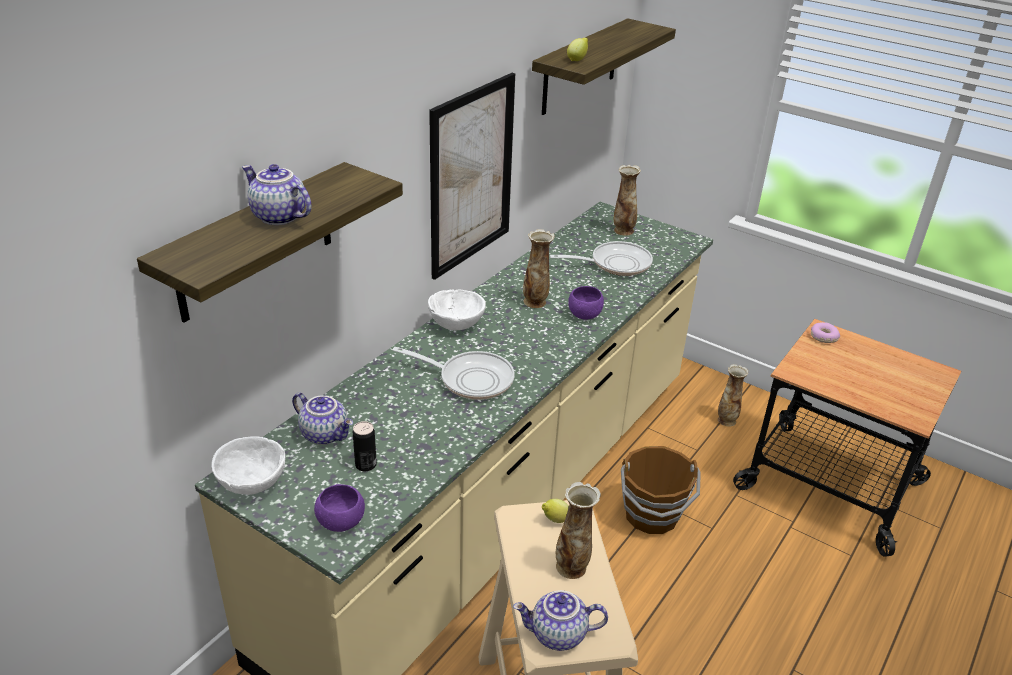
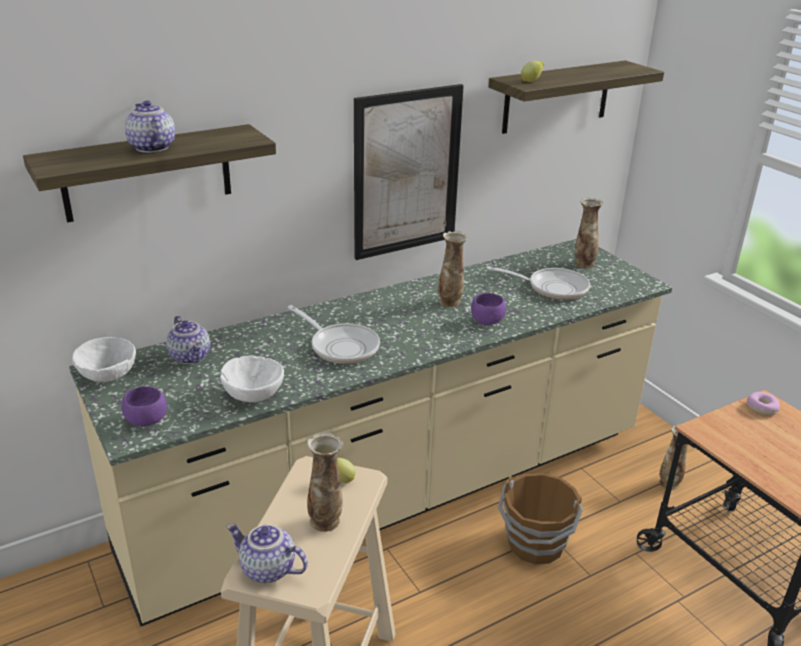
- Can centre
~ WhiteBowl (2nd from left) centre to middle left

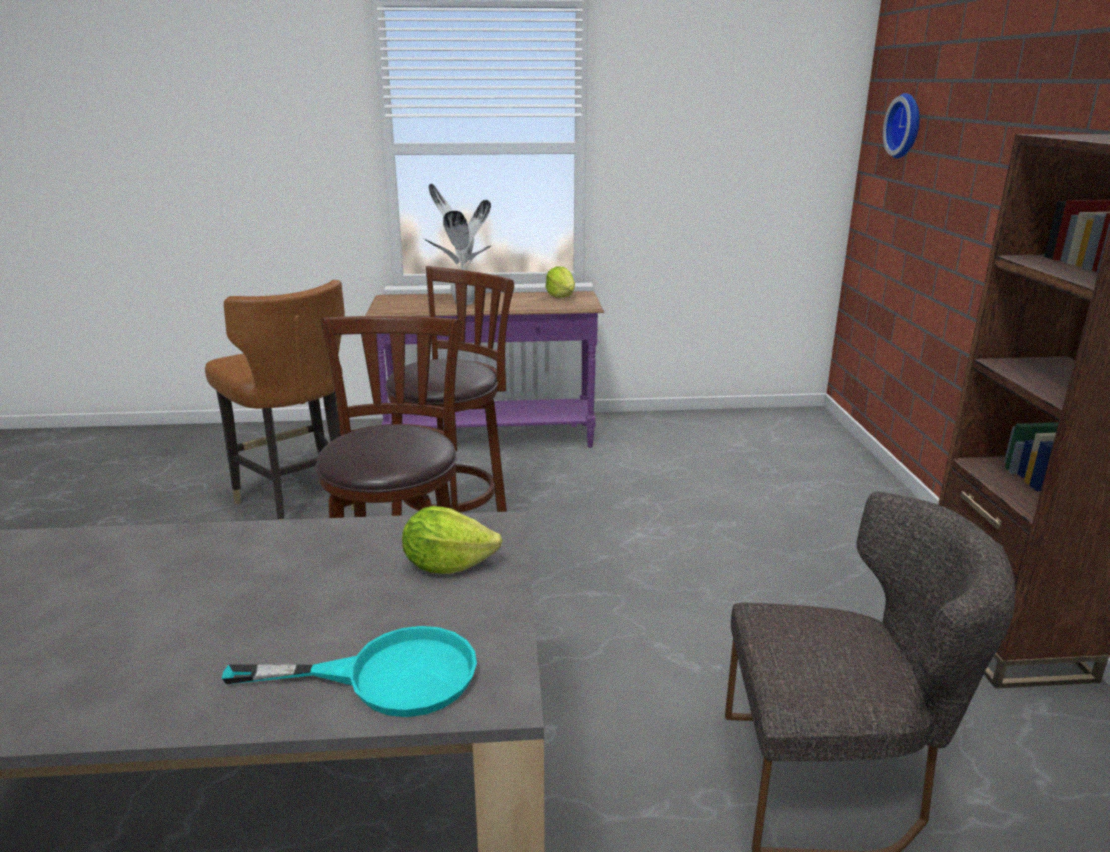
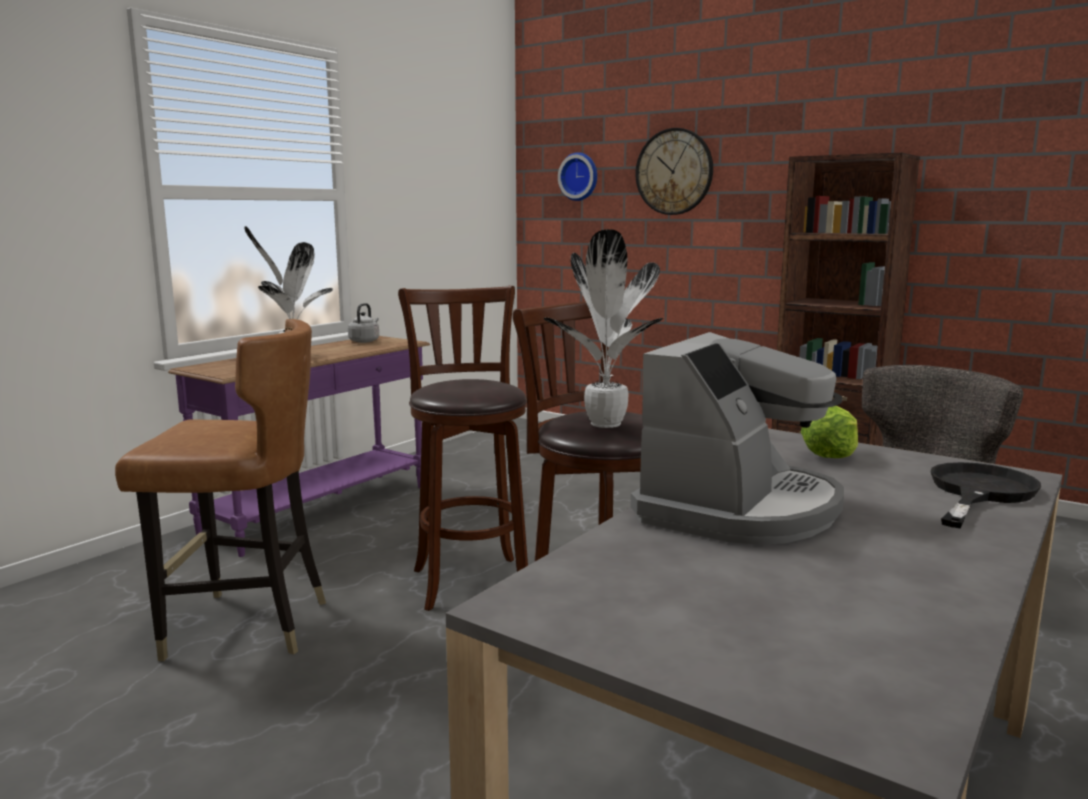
~ TurquoiseFryingPan bottom left to BlackFryingPan middle right
~ Lettuce (2nd from left) top centre to GreyKettle centre
+ PottedPlant (2nd from left) centre
+ CoffeeMachine middle right
+ WallClock (2nd from left) top centre

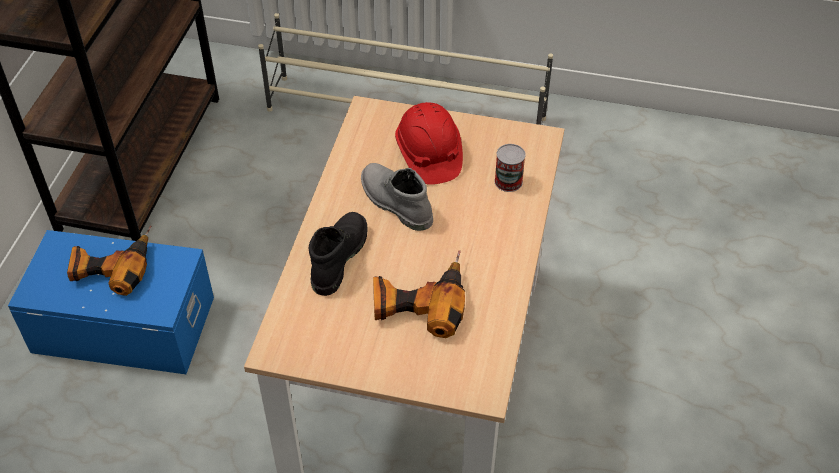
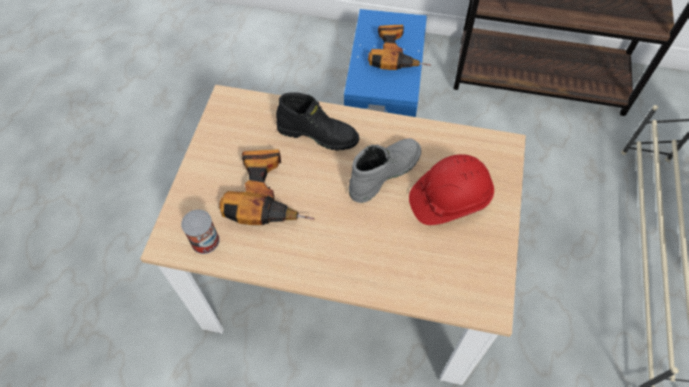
~ Can centre to middle left

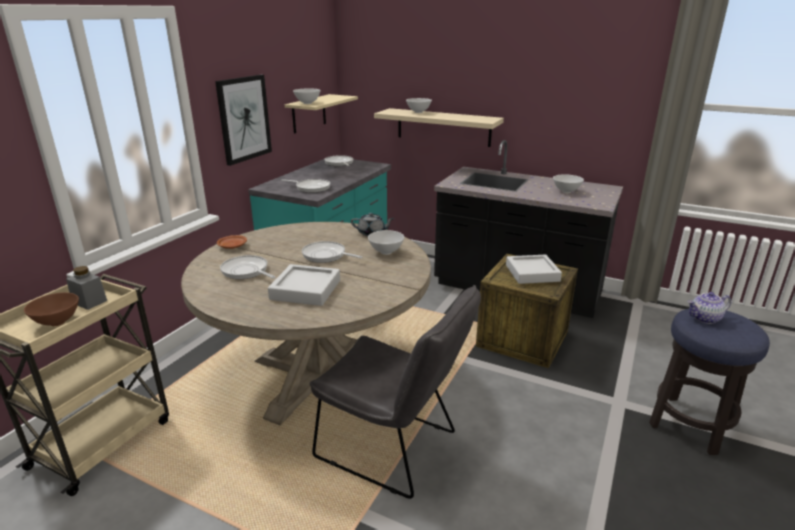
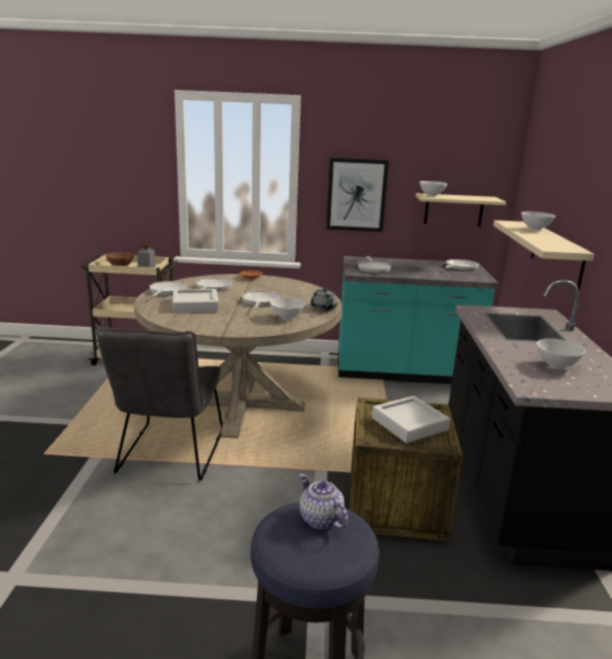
+ FryingPan (1st from left) middle left

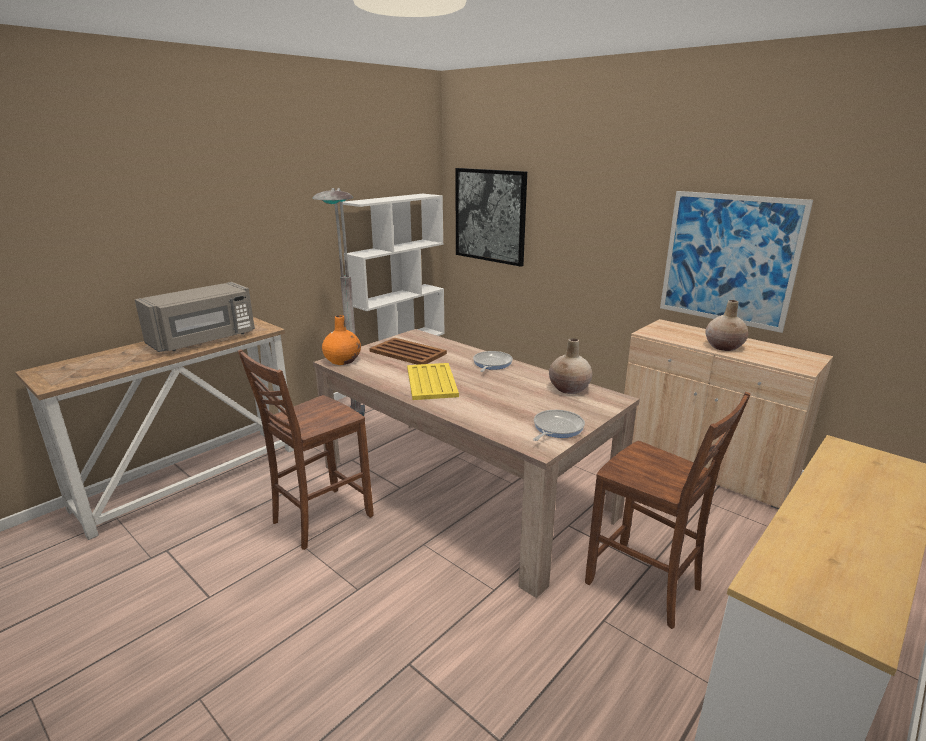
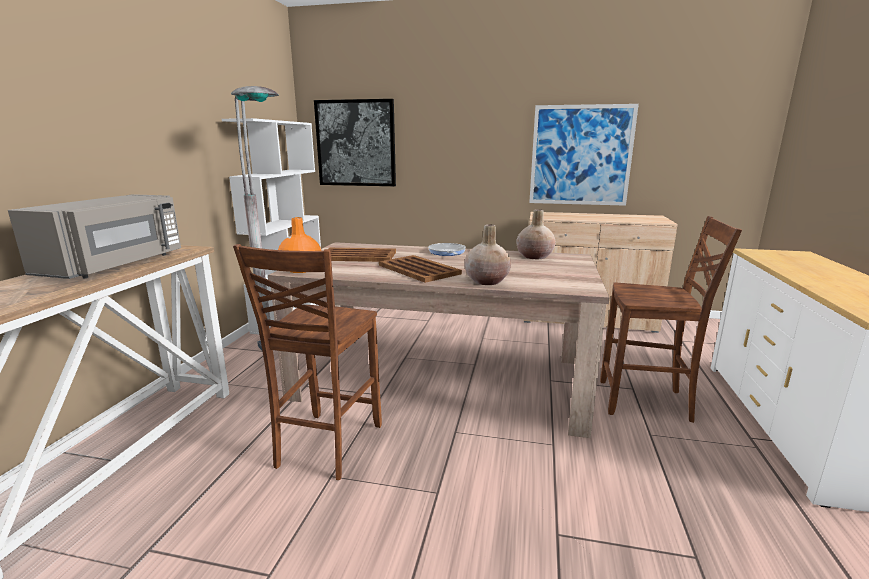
~ YellowTray centre to BrownTray (2nd from left) centre
- FryingPan (2nd from left) centre
~ BeigeVase (2nd from left in the first image) middle right to BeigeVase (1st from left) centre

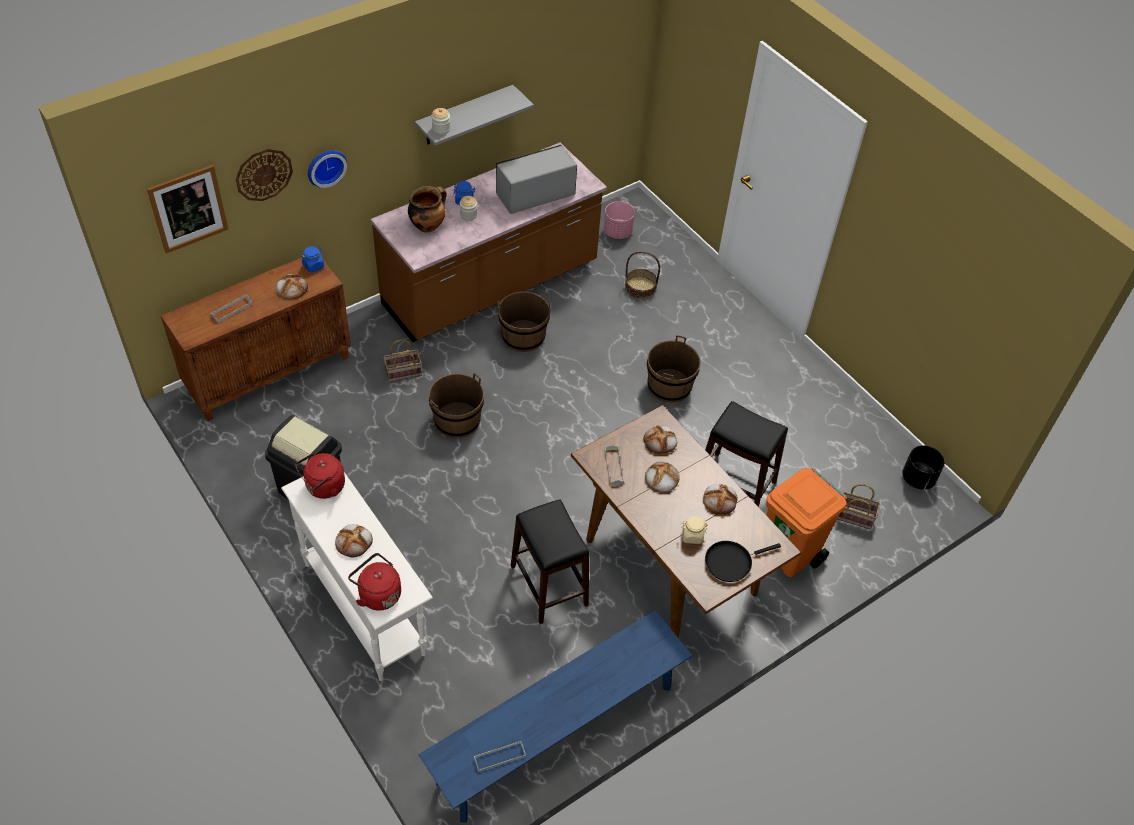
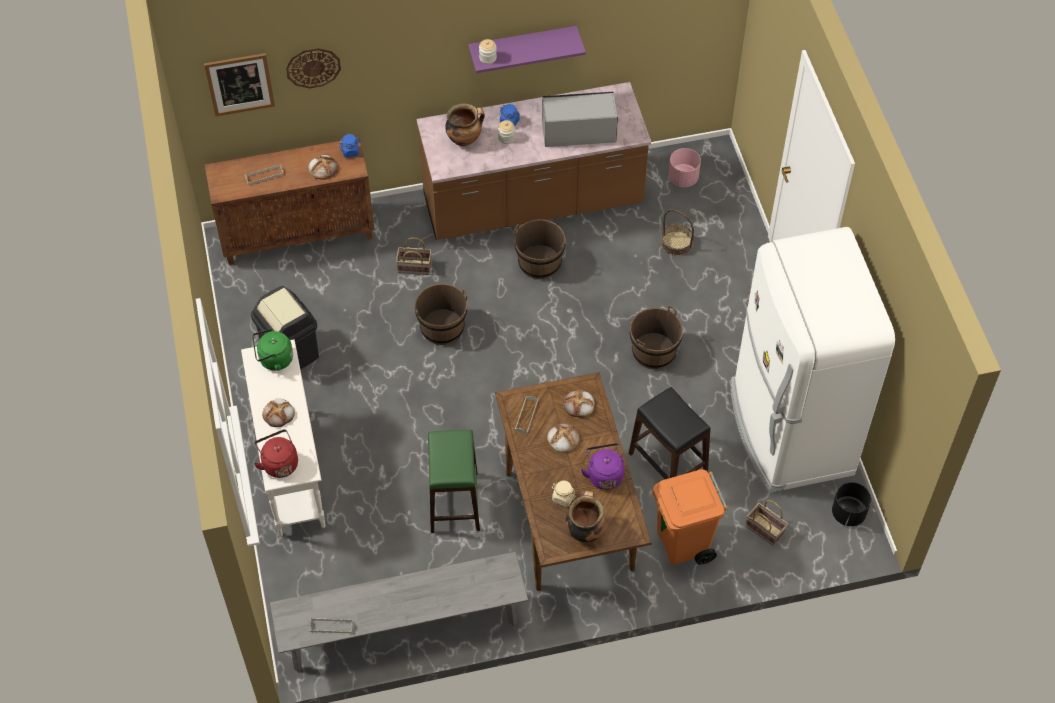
~ RedKettle (1st from left) middle left to GreenKettle middle left
- WallClock (2nd from left) top left
~ GreyShelf top centre to PurpleShelf top centre
~ BlueBench bottom centre to GreyBench bottom centre
~ BlackStool (1st from left) bottom centre to GreenStool bottom centre
~ Bread (5th from left) centre to PurpleKettle centre
~ BlackFryingPan bottom centre to CookingPot (2nd from left) bottom centre
+ WhiteFridge middle right

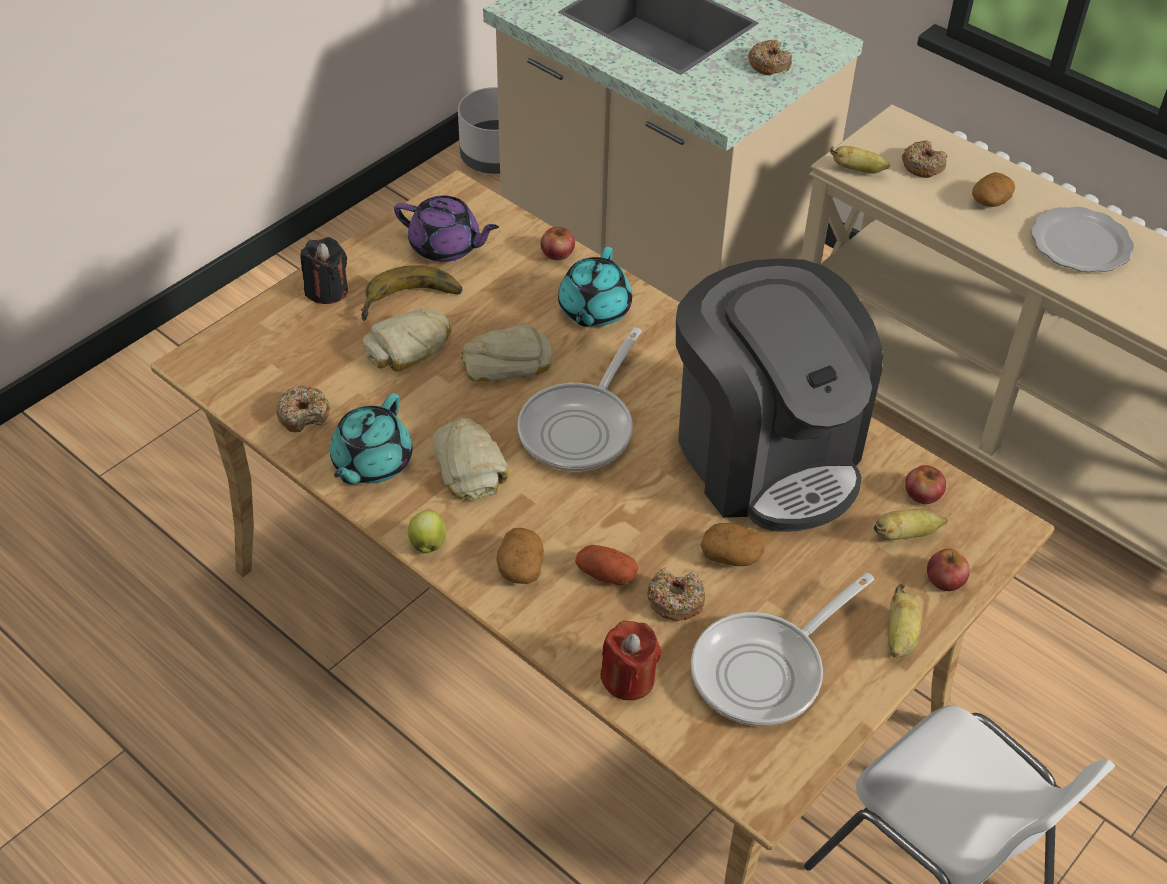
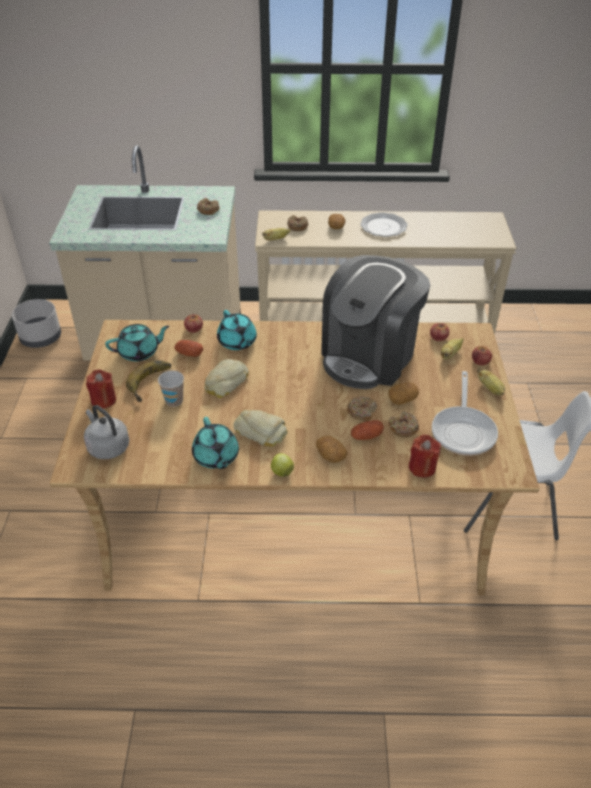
~ Donut (1st from left in the first image) middle left to Donut (3rd from left) centre
~ BlackCandle top left to RedCandle (1st from left) middle left
~ Bread (1st from left) centre to Cup middle left
~ PurpleTeapot top centre to TurquoiseTeapot (1st from left) middle left
- FryingPan (1st from left) centre
~ CoffeeMachine middle right = centre 105 degrees clockwise
+ GreyKettle middle left
+ Potato (1st from left) middle left

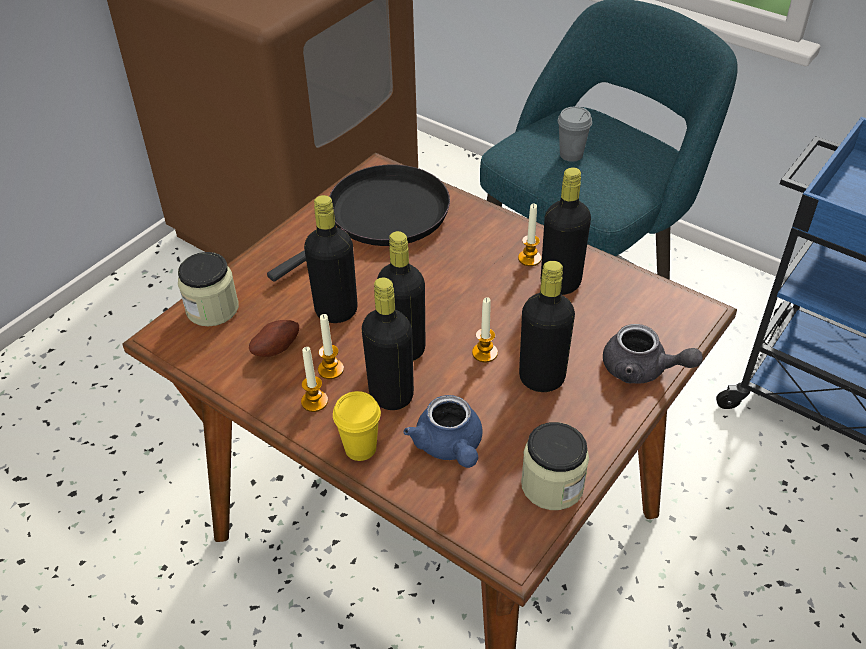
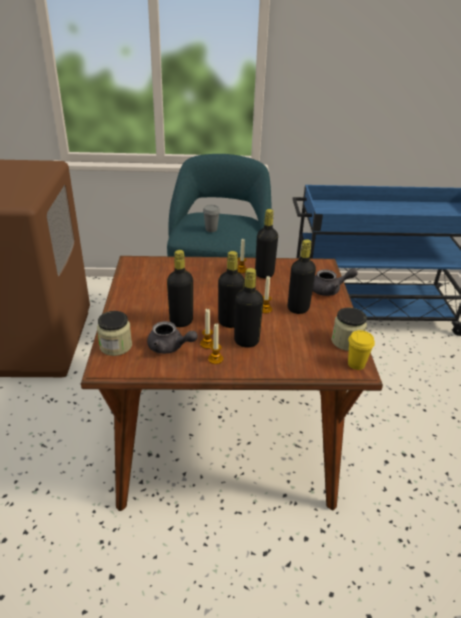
~ Potato middle left to GreyTeapot (1st from left) centre
- BlackFryingPan centre
~ YellowCup centre to middle right
- BlueTeapot centre

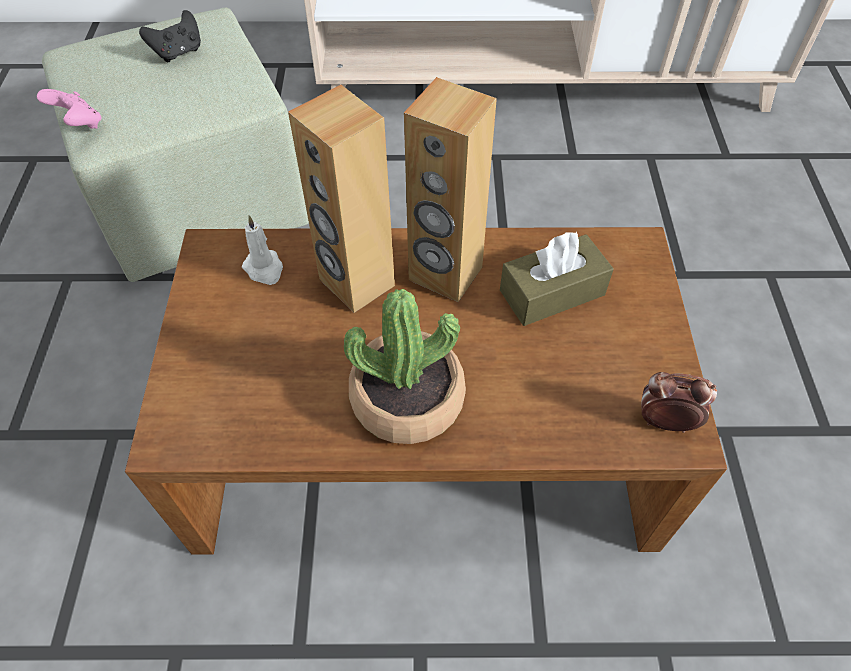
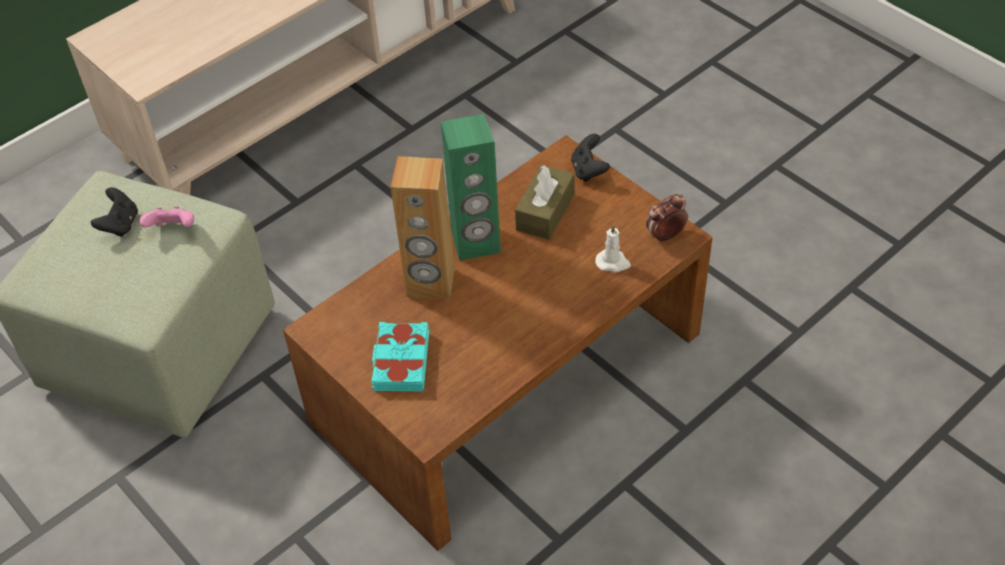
~ PinkGameController top left to middle left
~ WhiteCandle middle left to centre
- PottedPlant centre
~ BrownSpeaker (2nd from left) top centre to GreenSpeaker top centre
+ TurquoiseBook centre
+ BlackGameController (2nd from left) top centre

